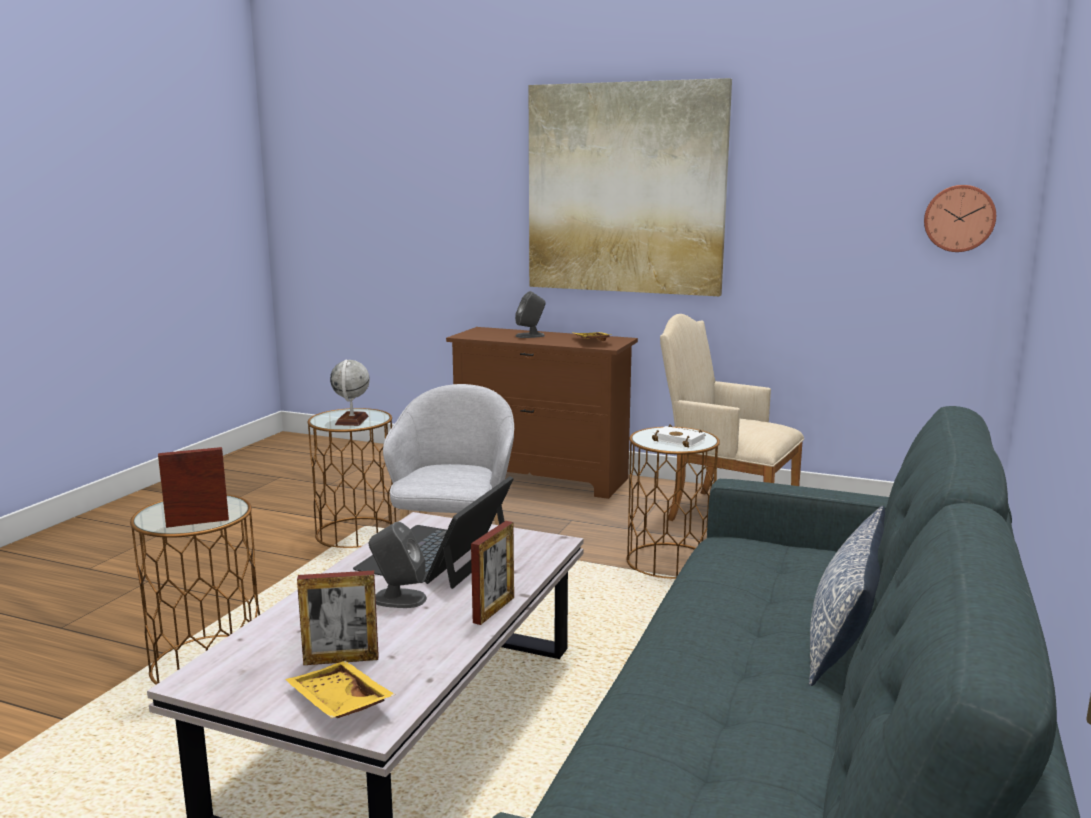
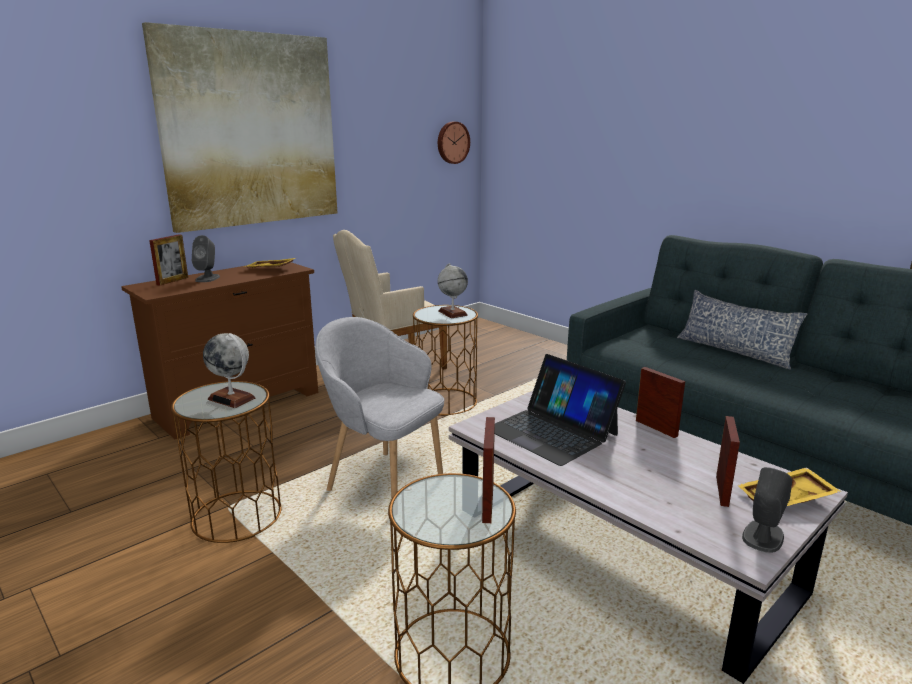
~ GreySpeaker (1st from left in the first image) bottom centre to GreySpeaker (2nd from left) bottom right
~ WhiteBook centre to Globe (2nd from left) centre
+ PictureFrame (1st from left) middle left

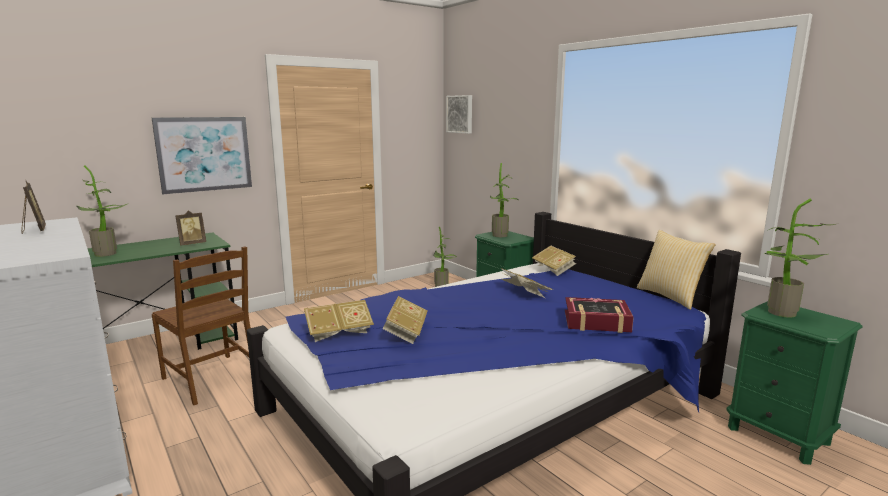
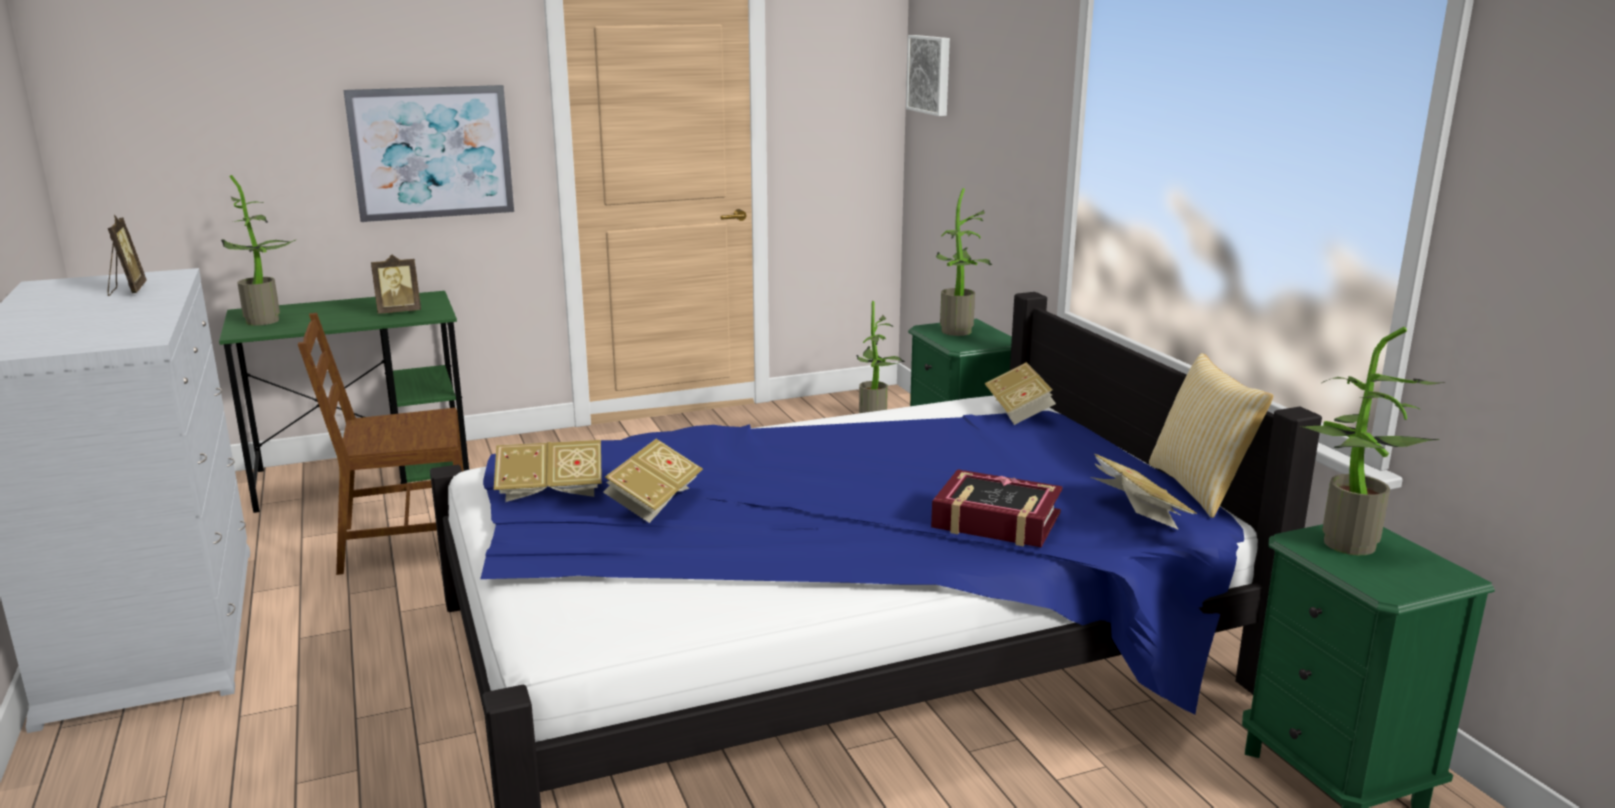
~ BrownChair middle left = middle left 105 degrees clockwise
~ Book (3rd from left in the first image) centre to Book (5th from left) middle right

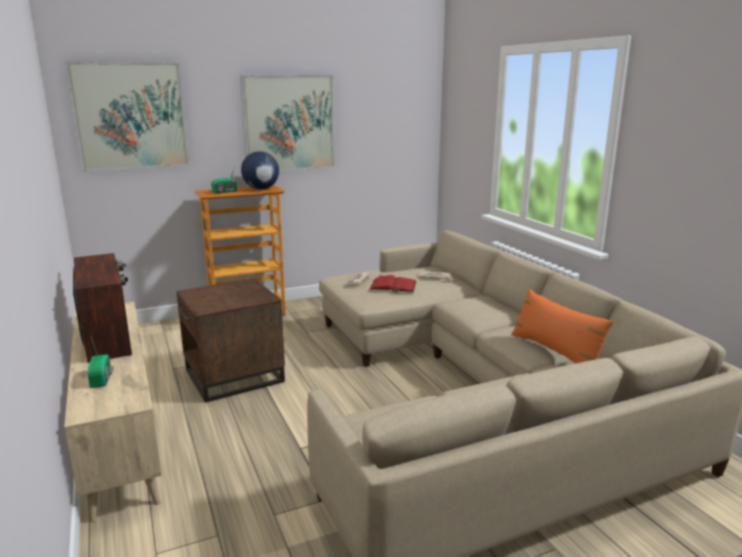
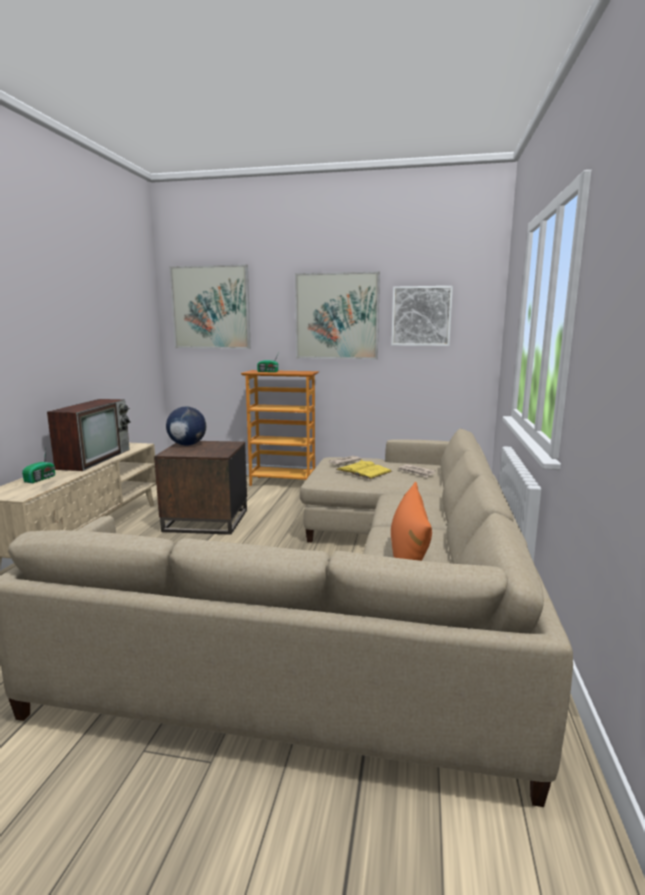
~ Globe top centre to middle left
~ RedBook centre to YellowBook centre
+ Picture (3rd from left) centre

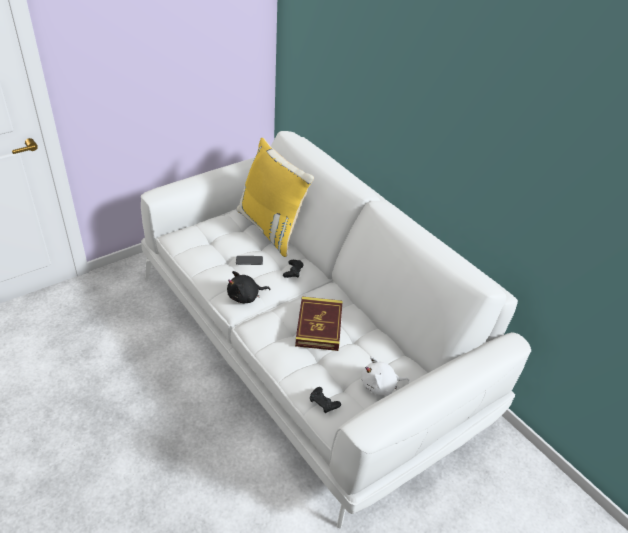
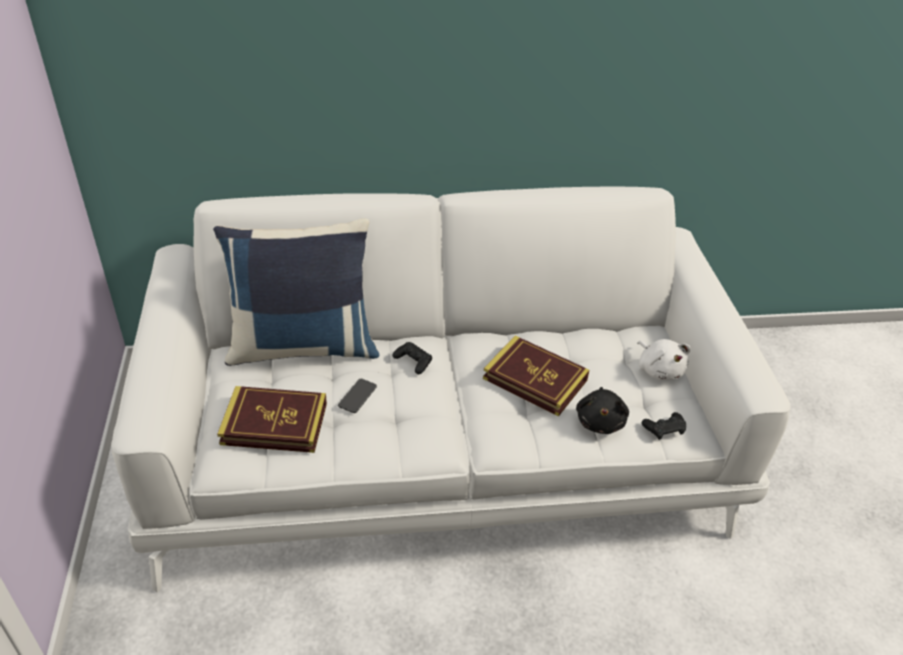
~ BlackPlushToy centre to middle right
~ YellowPillow centre to BluePillow middle left
~ WhitePlushToy bottom centre = middle right 45 degrees counterclockwise
+ Book (1st from left) middle left

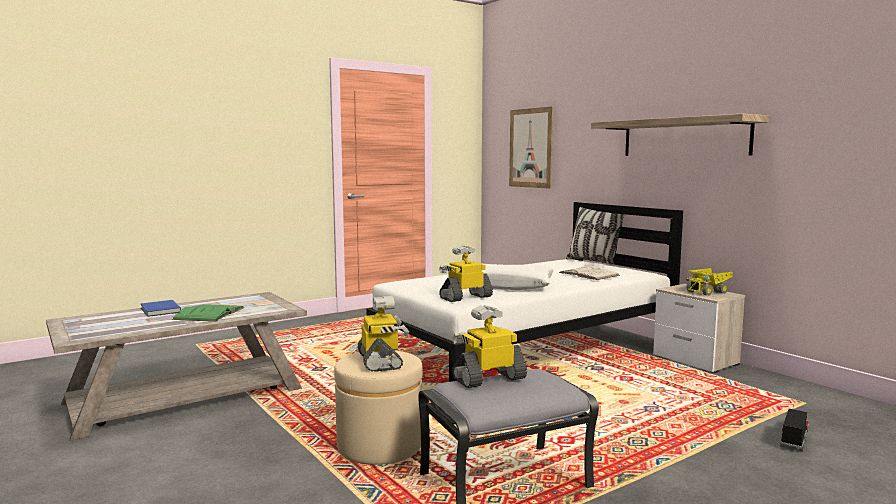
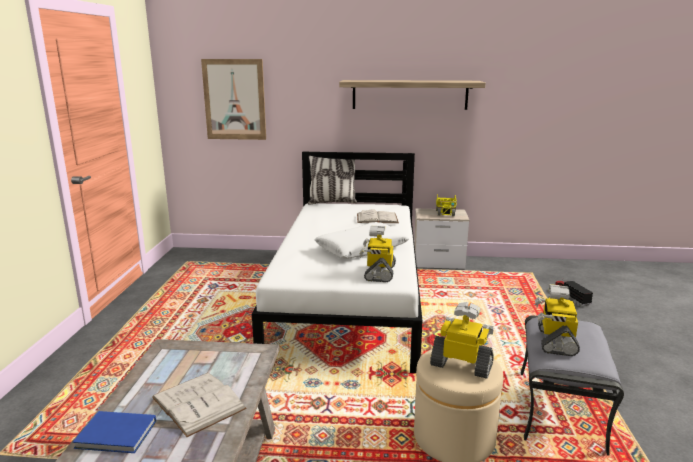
~ GreenBook middle left to WhiteBook (1st from left) bottom left

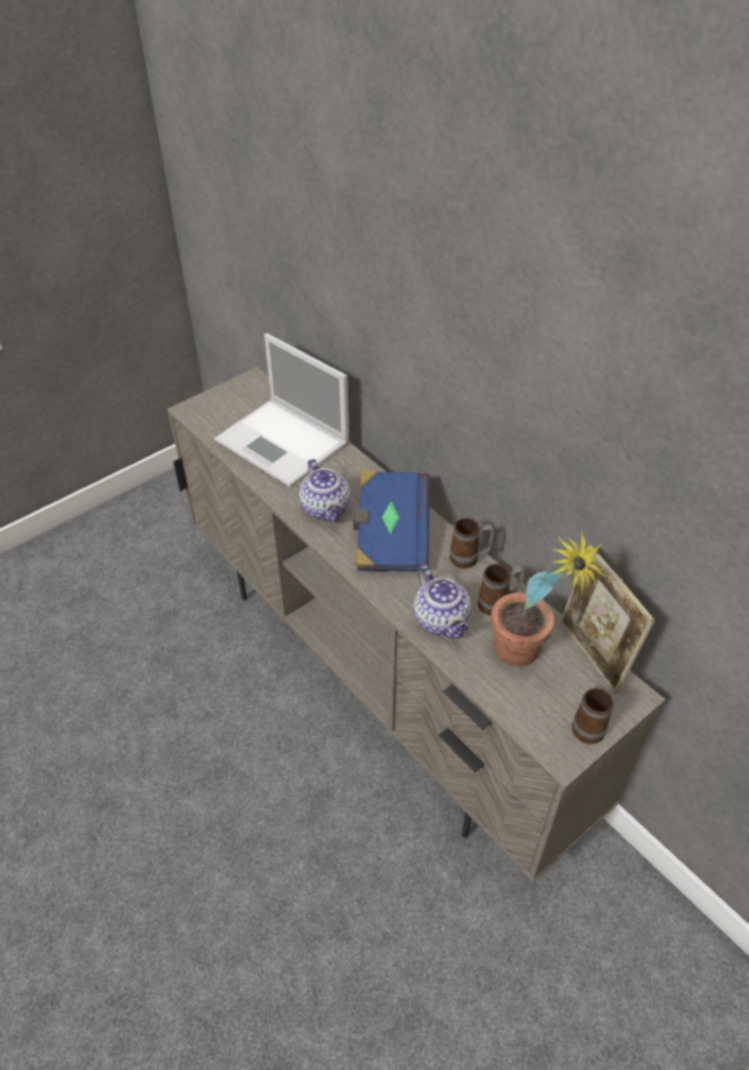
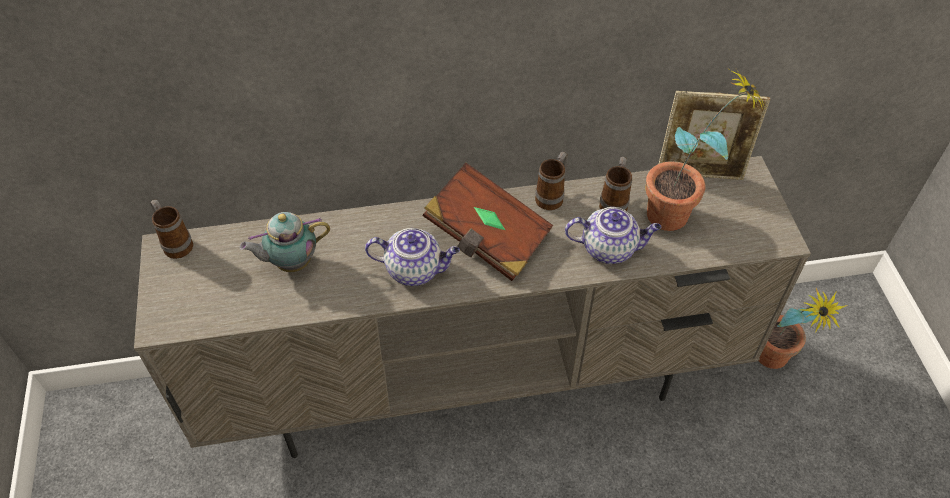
~ Laptop centre to Teapot (1st from left) middle left
~ BlueBook centre to BrownBook centre
~ Mug (3rd from left in the first image) middle right to Mug (1st from left) middle left
+ PottedPlant (2nd from left) middle right

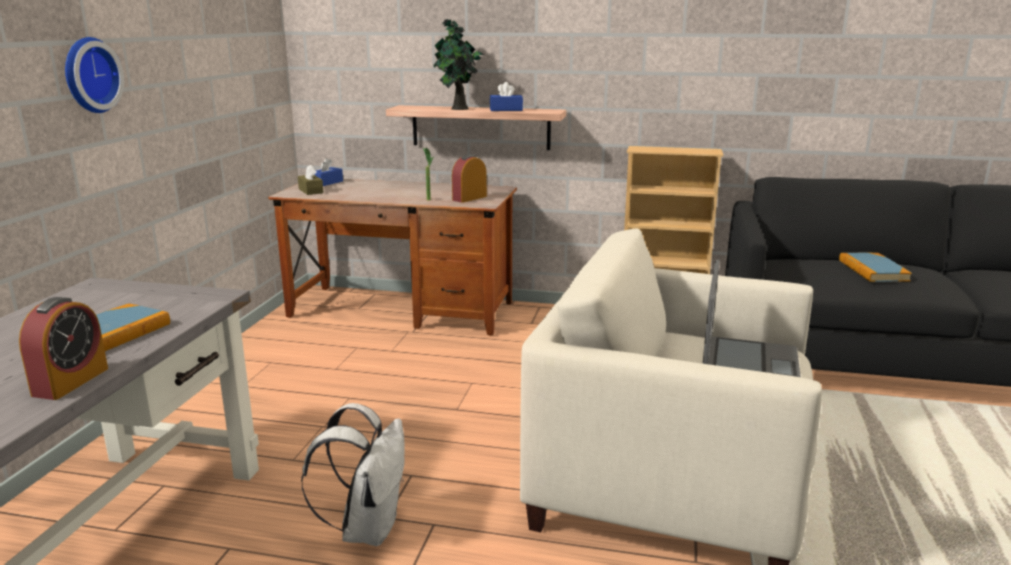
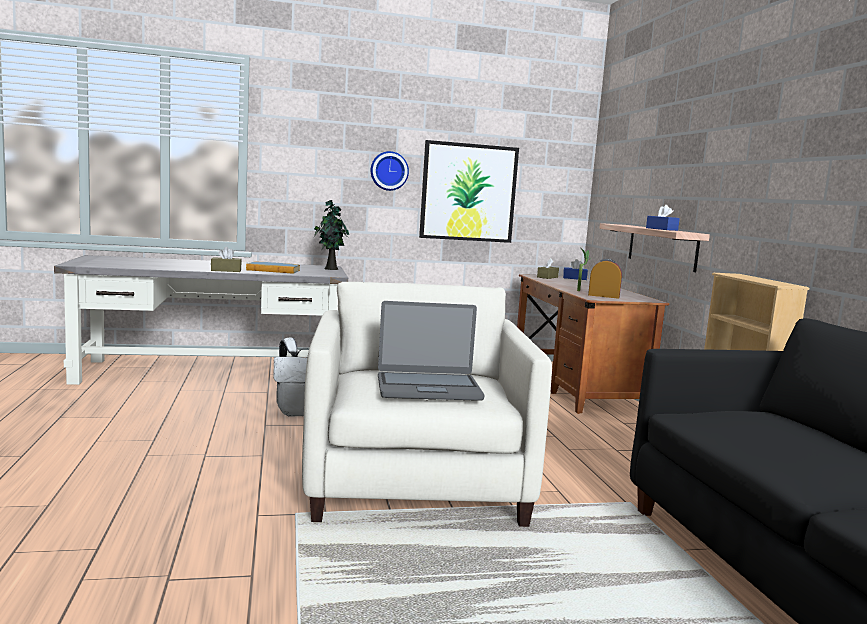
~ AlarmClock (1st from left) middle left to BrownTissueBox (1st from left) middle left
~ PottedPlant (2nd from left in the first image) top centre to PottedPlant (1st from left) centre
- Book (2nd from left) middle right
+ Picture top centre

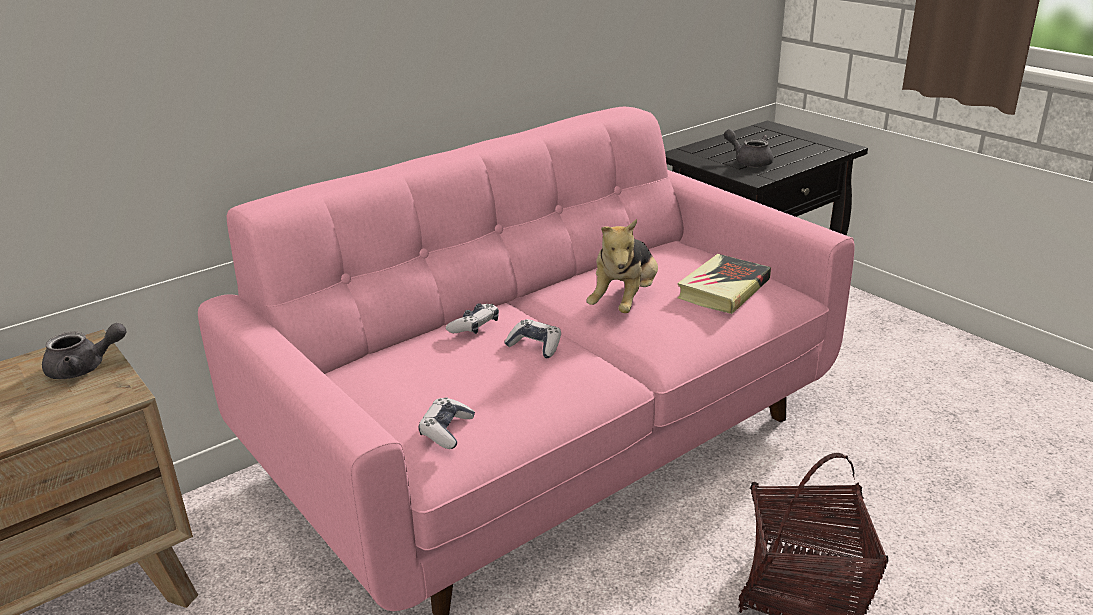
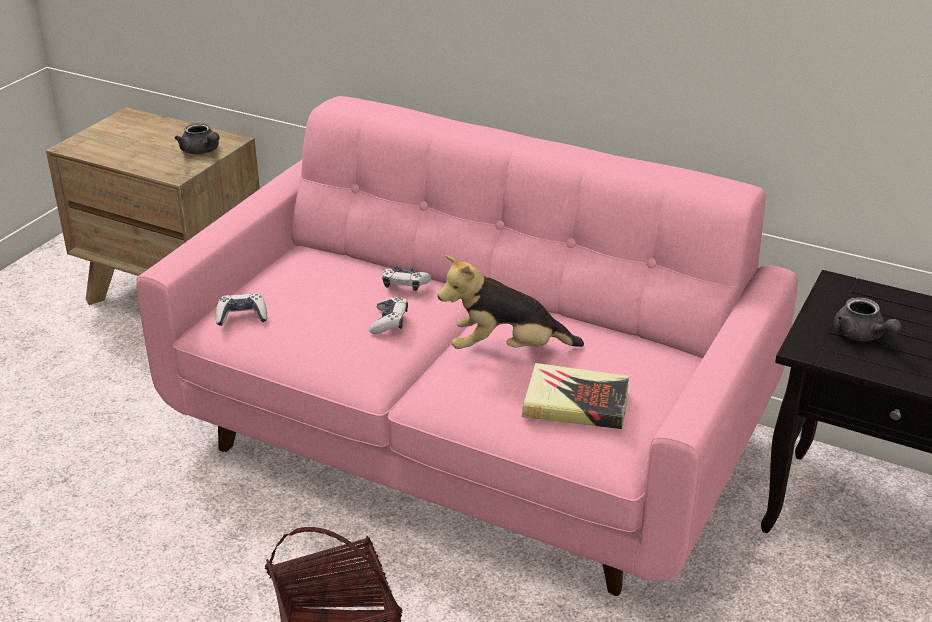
~ GreyTeapot (2nd from left) top right = middle right 135 degrees clockwise

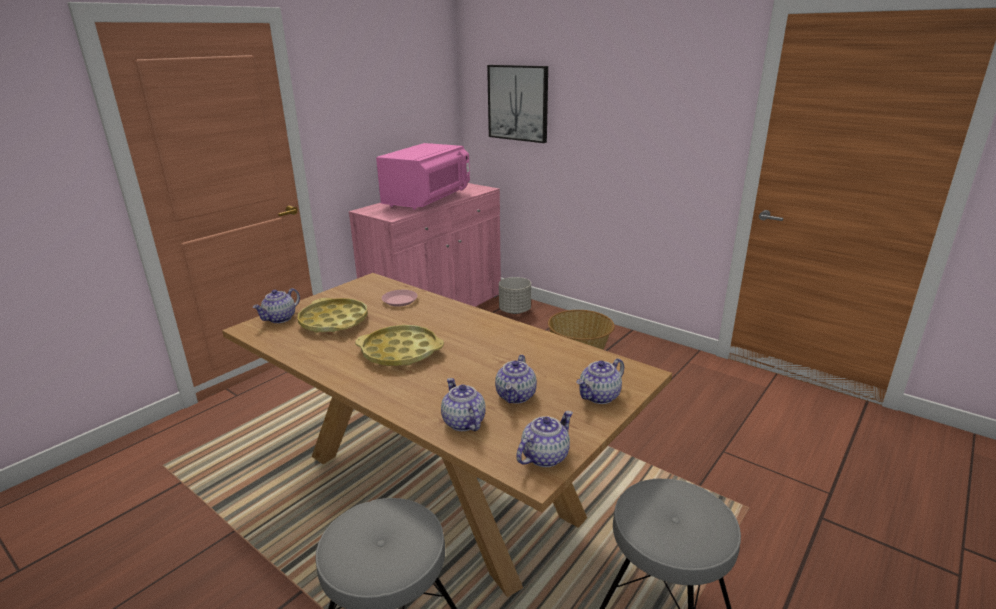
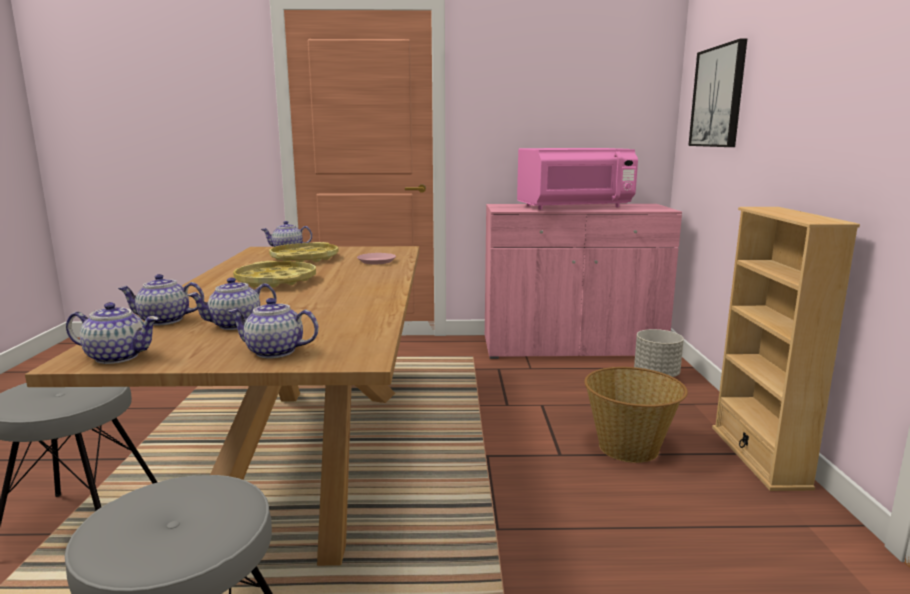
~ Teapot (2nd from left) centre = middle left 120 degrees counterclockwise
+ BeigeBookcase middle right

